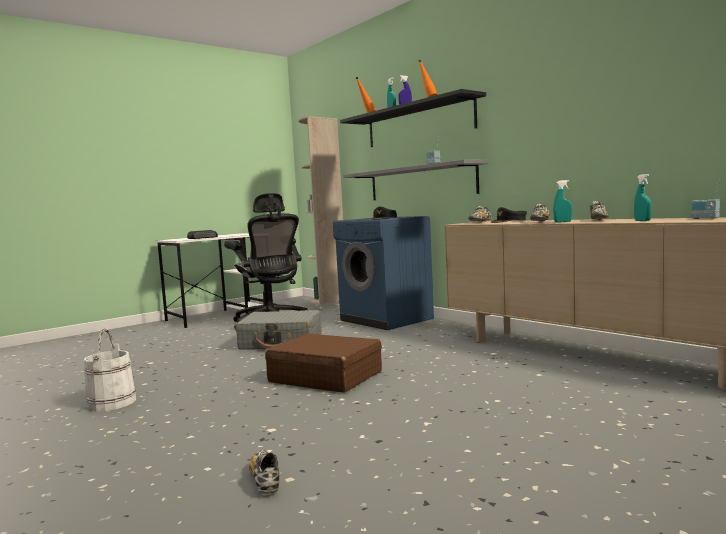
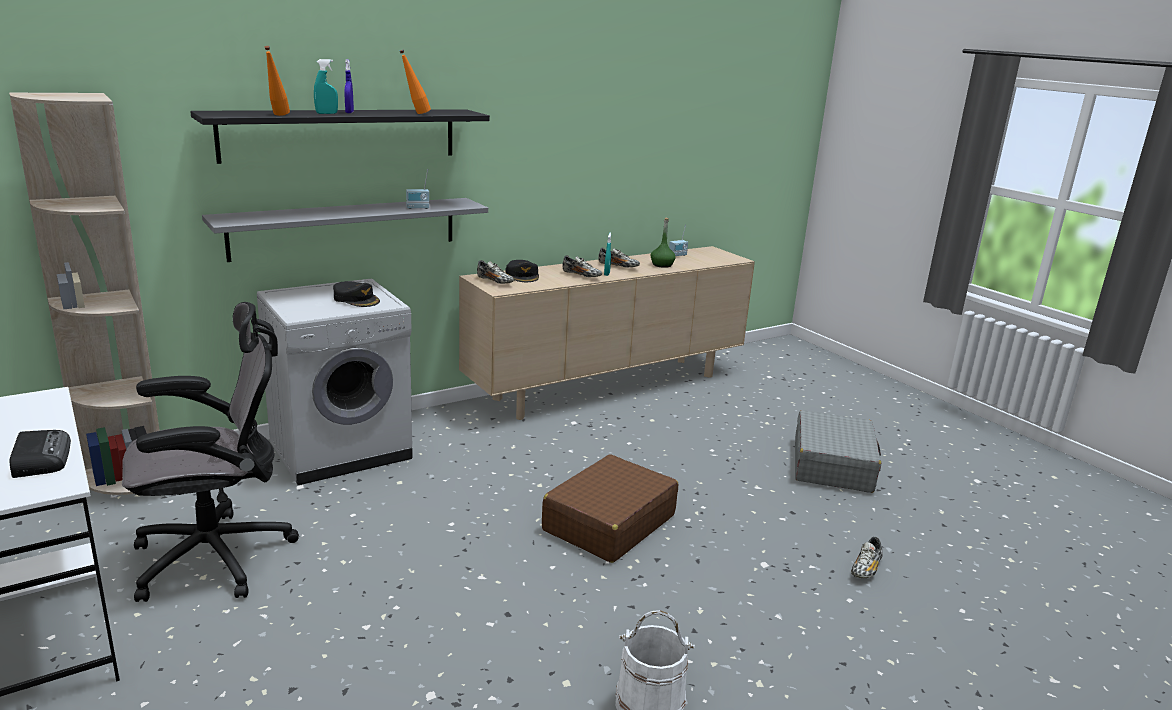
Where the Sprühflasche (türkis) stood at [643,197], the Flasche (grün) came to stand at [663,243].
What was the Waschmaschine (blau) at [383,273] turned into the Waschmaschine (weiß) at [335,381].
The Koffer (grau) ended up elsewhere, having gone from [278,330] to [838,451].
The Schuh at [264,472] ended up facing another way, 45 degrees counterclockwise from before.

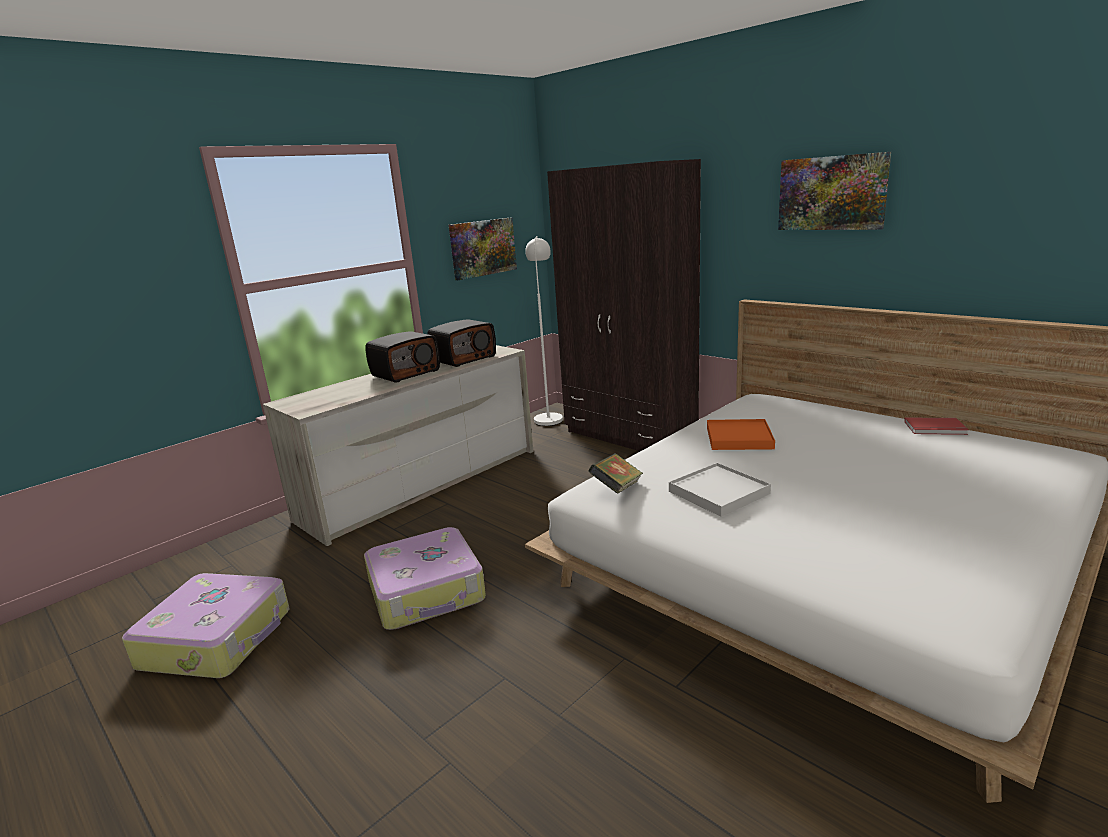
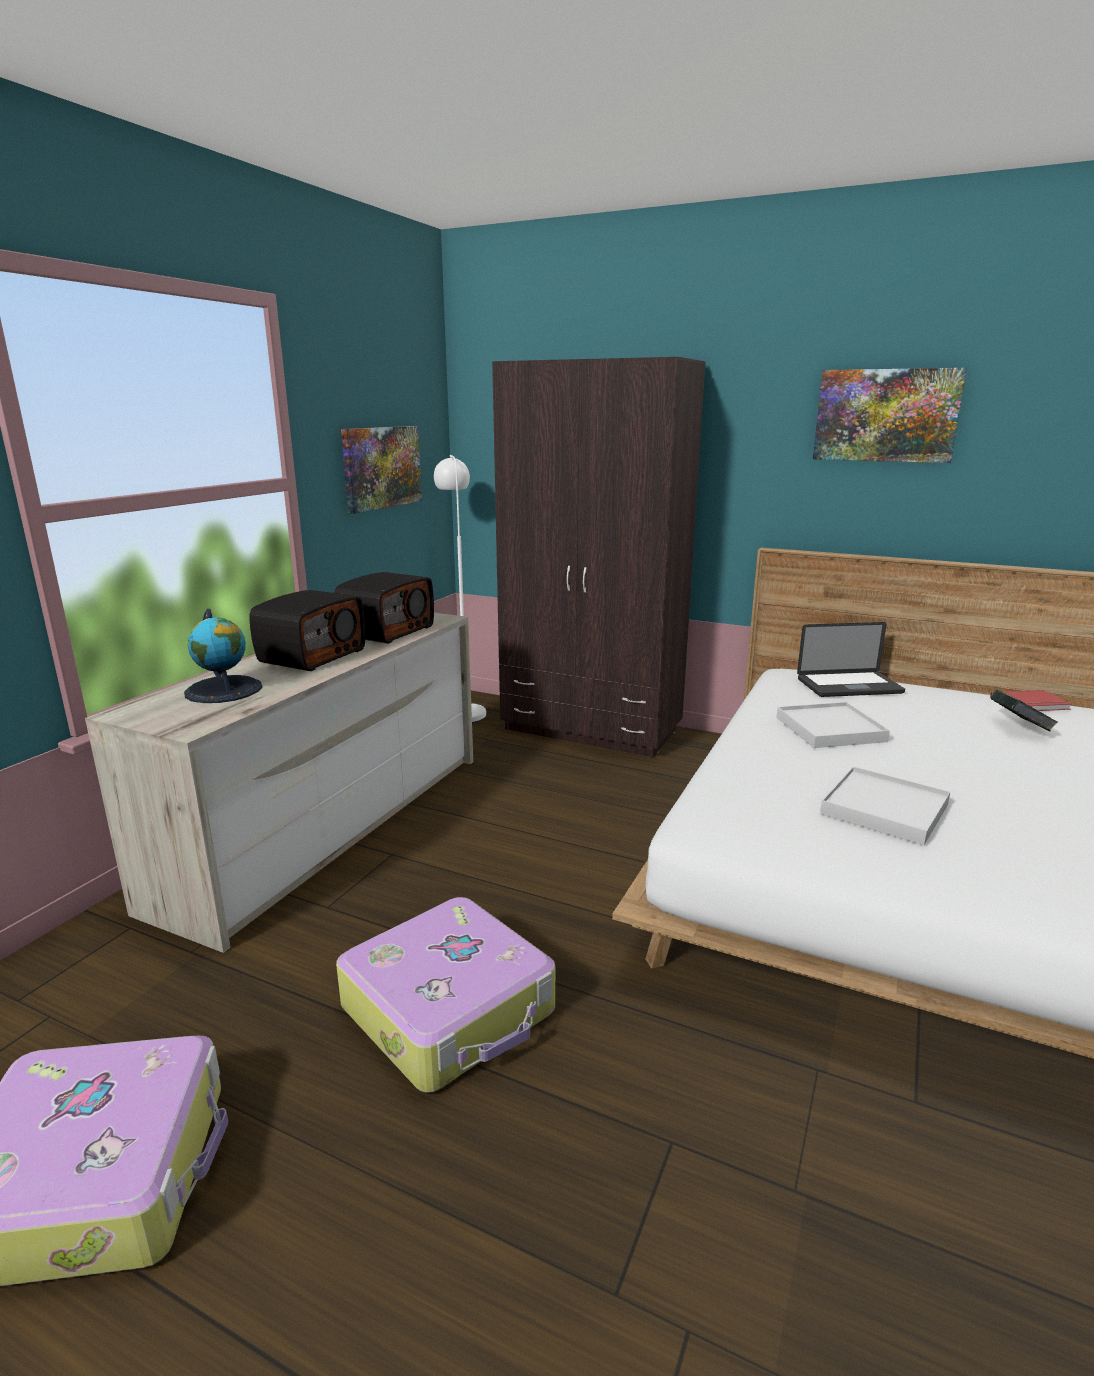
What was the Tablett (orange) at [741,434] turned into the Tablett (weiß) at [833,725].
The Buch ended up elsewhere, having gone from [615,473] to [1024,710].
The second view gained the Globus at [223,656].
The second view gained the Laptop at [851,659].

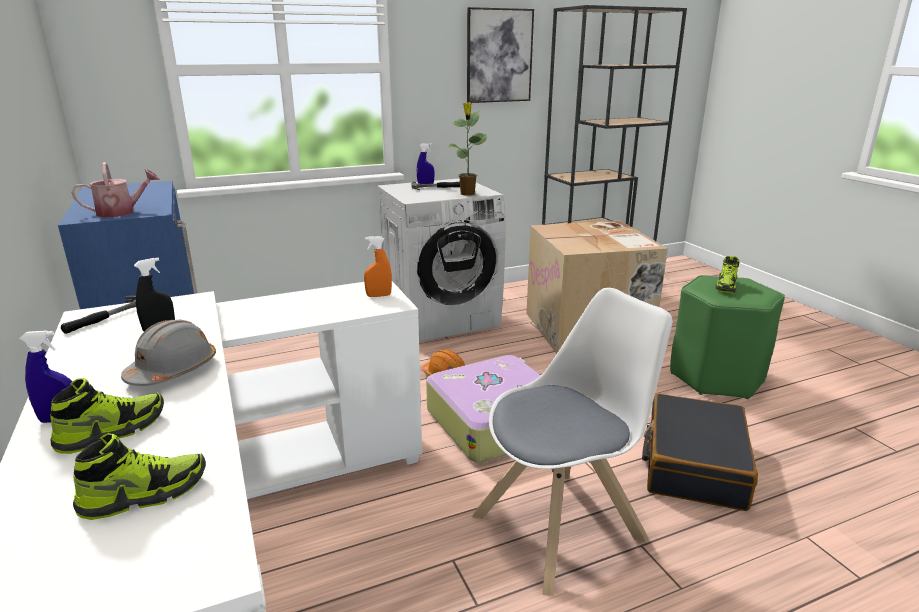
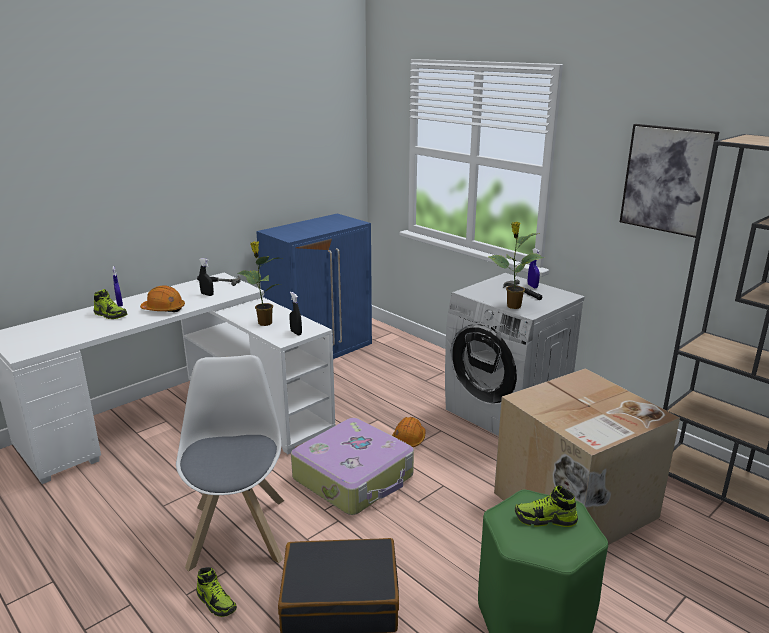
The second view lost the Gießkanne at [115,189].
What was the Sprühflasche (orange) at [378,266] turned into the Sprühflasche (schwarz) at [295,314].
The Stuhl at [572,442] ended up facing another way, 135 degrees counterclockwise from before.
What was the Schutzhelm (grau) at [168,353] turned into the Schutzhelm (orange) at [162,299].
The Schuh ended up elsewhere, having gone from [139,476] to [216,592].
The second view gained the Topfpflanze at [259,283].

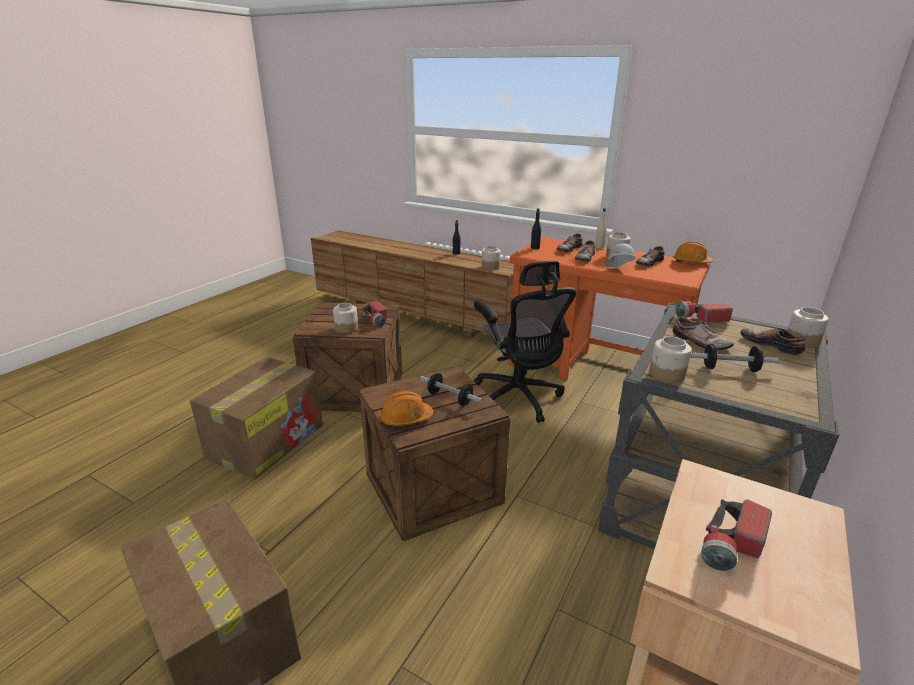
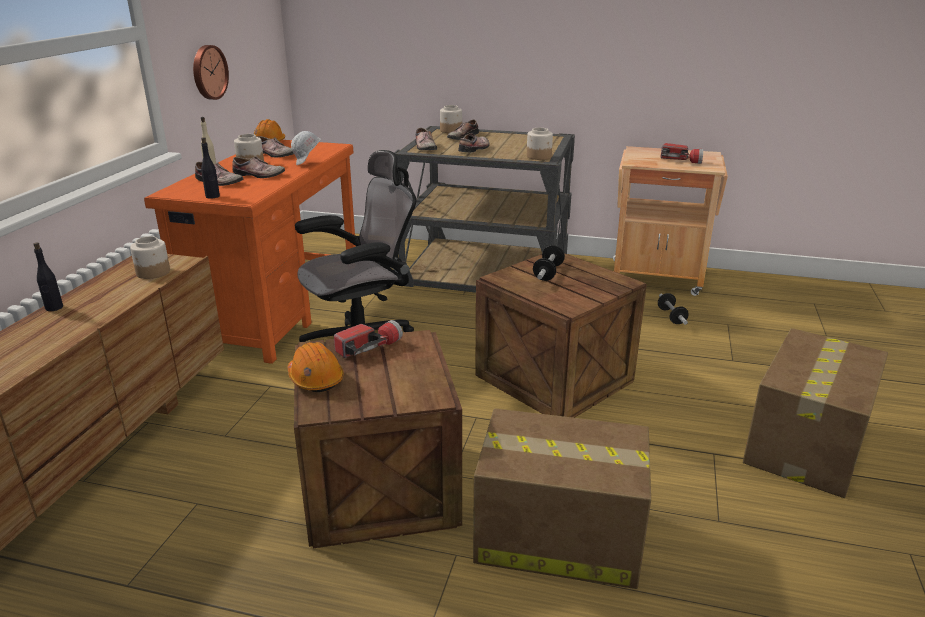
Where the Taschenlampe stood at [704,311], the Schuh came to stand at [426,139].
The second view lost the Vorratsglas at [345,318].
The Hantel ended up elsewhere, having gone from [734,358] to [673,309].
The Schutzhelm (orange) ended up elsewhere, having gone from [406,408] to [315,367].
The second view gained the Wanduhr at [211,72].

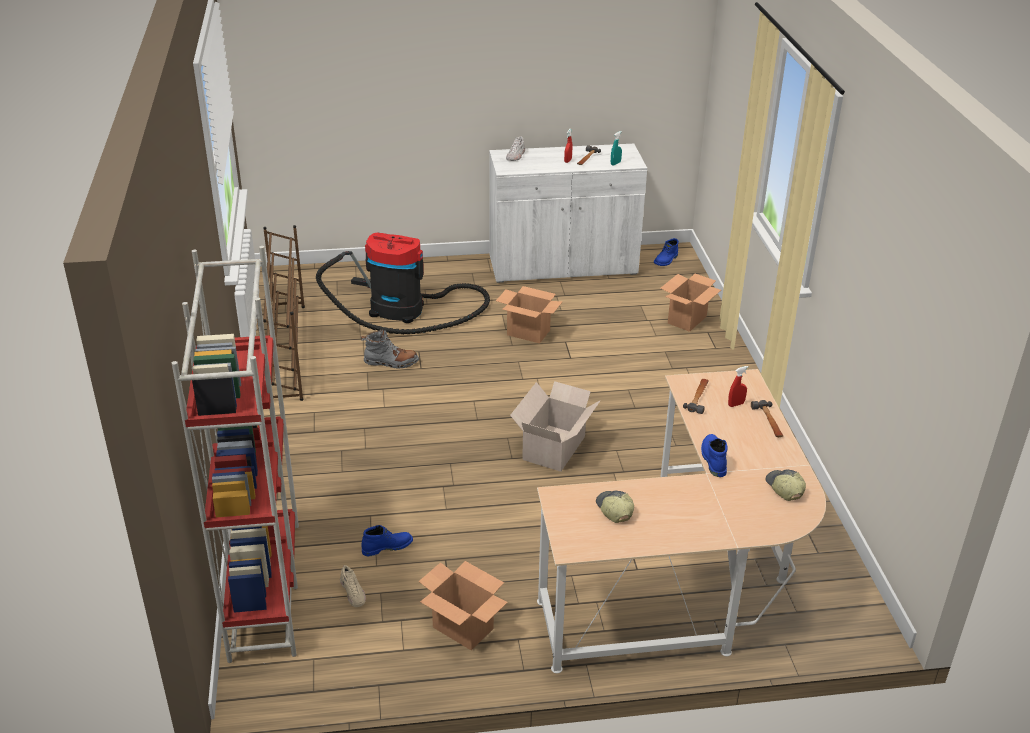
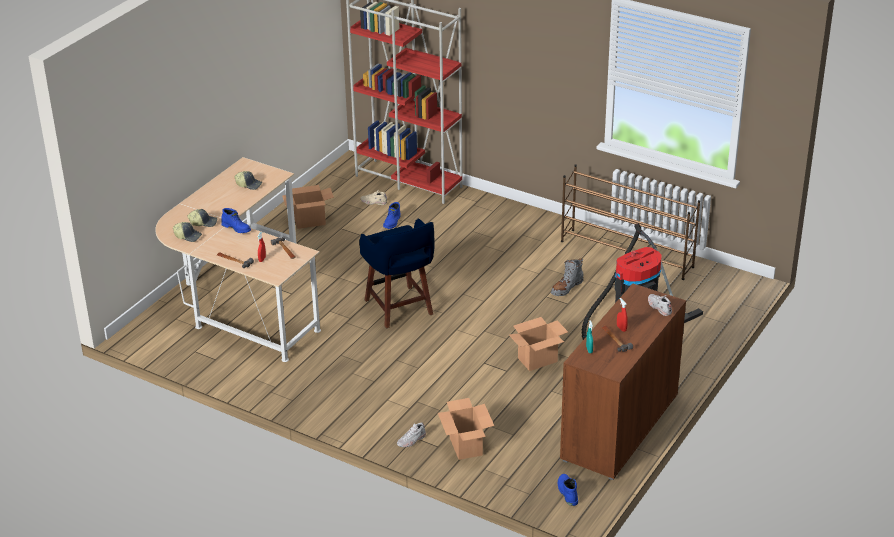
What was the Schrank (weiß) at [568,213] turned into the Schrank (braun) at [623,381].
Where the Karton stood at [555,426], the Hocker (blau) came to stand at [397,273].
The second view gained the Kappe at [202,218].
The second view gained the Schuh (weiß) at [411,434].

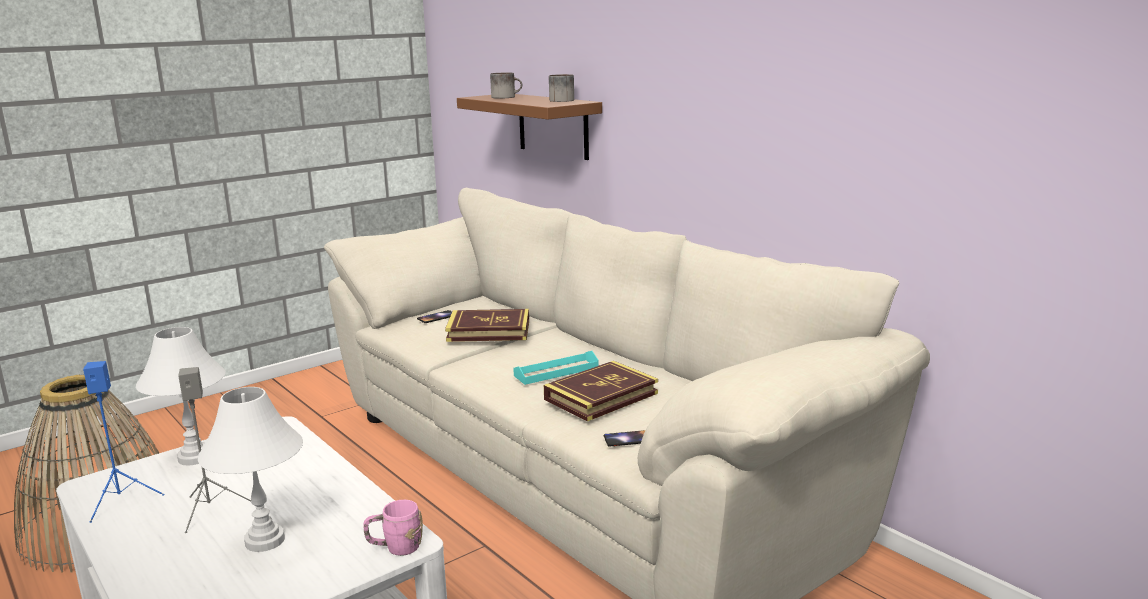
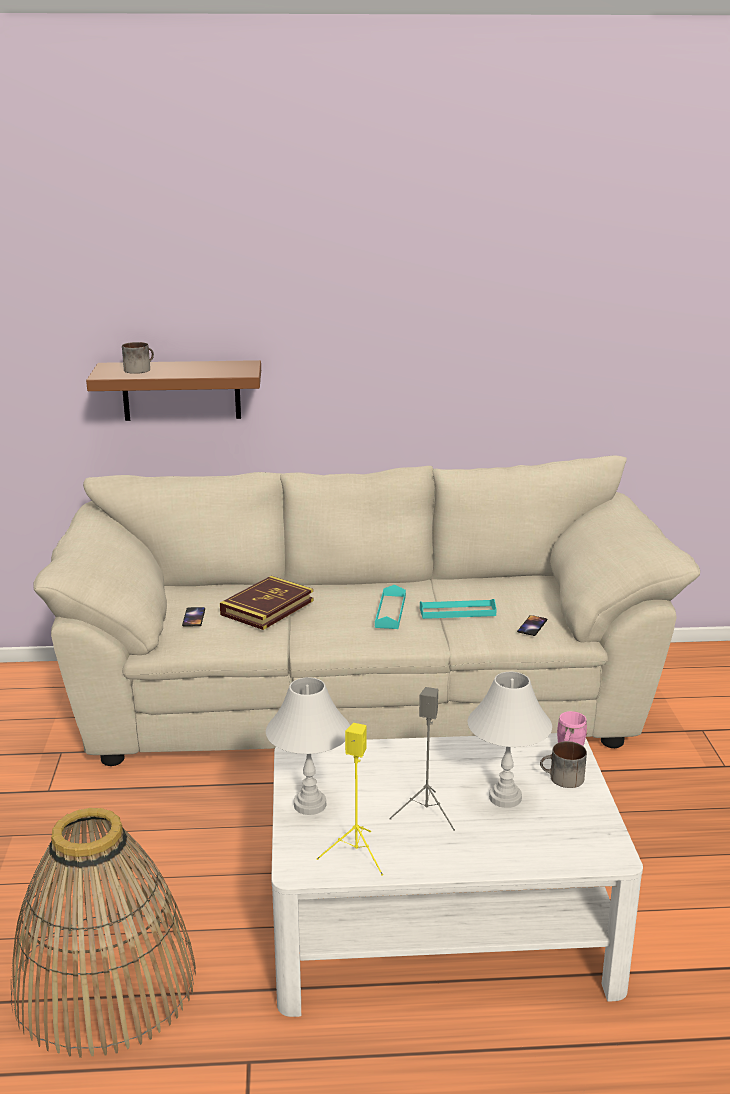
The Henkelbecher ended up elsewhere, having gone from [561,88] to [563,764].
What was the Lautsprecher (blau) at [123,442] turned into the Lautsprecher (gelb) at [349,799].
Where the Buch stood at [601,391], the Tablett (türkis) came to stand at [458,609].

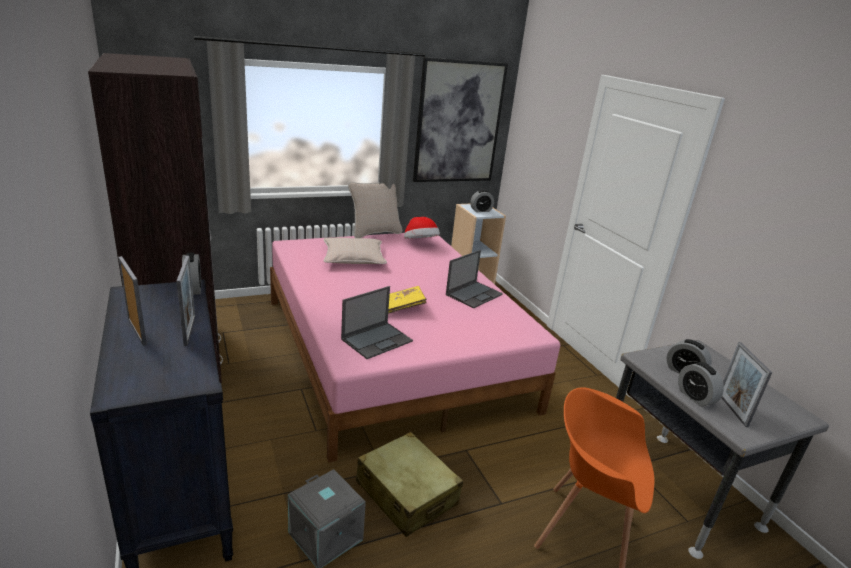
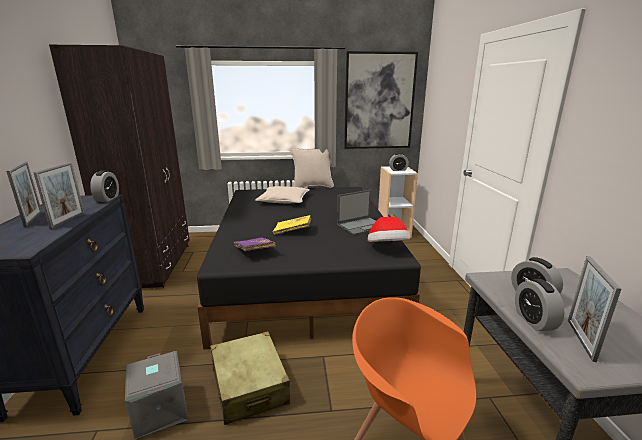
The Hut ended up elsewhere, having gone from [422,228] to [389,229].
What was the Bett (rosa) at [415,348] turned into the Bett (schwarz) at [309,268].
Where the Laptop stood at [377,322], the Buch (lila) came to stand at [254,244].

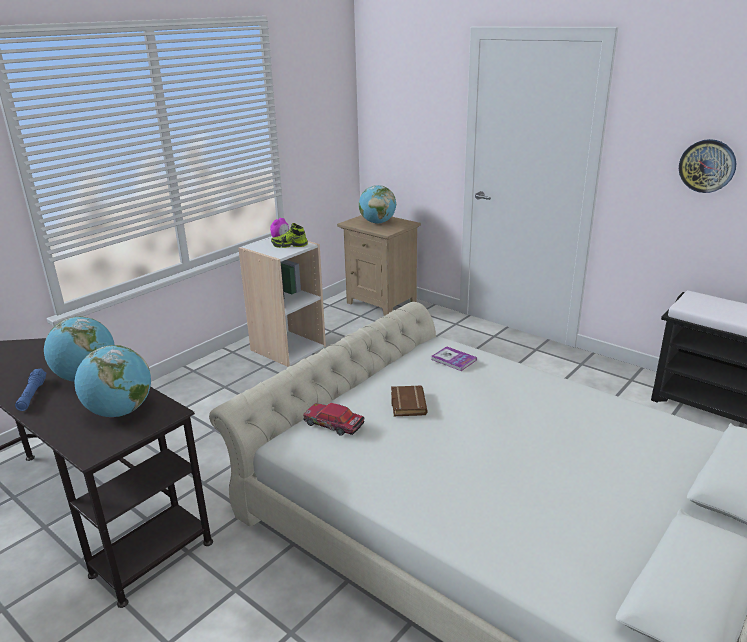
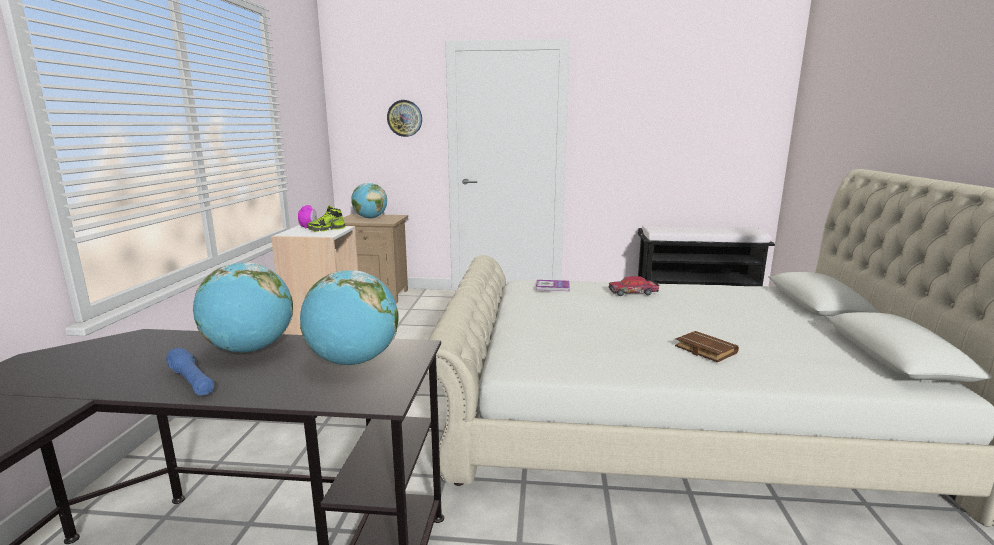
The Wanduhr ended up elsewhere, having gone from [707,166] to [404,118].
The Buch (braun) ended up elsewhere, having gone from [409,401] to [707,346].
The Spielzeugauto ended up elsewhere, having gone from [333,419] to [634,286].

